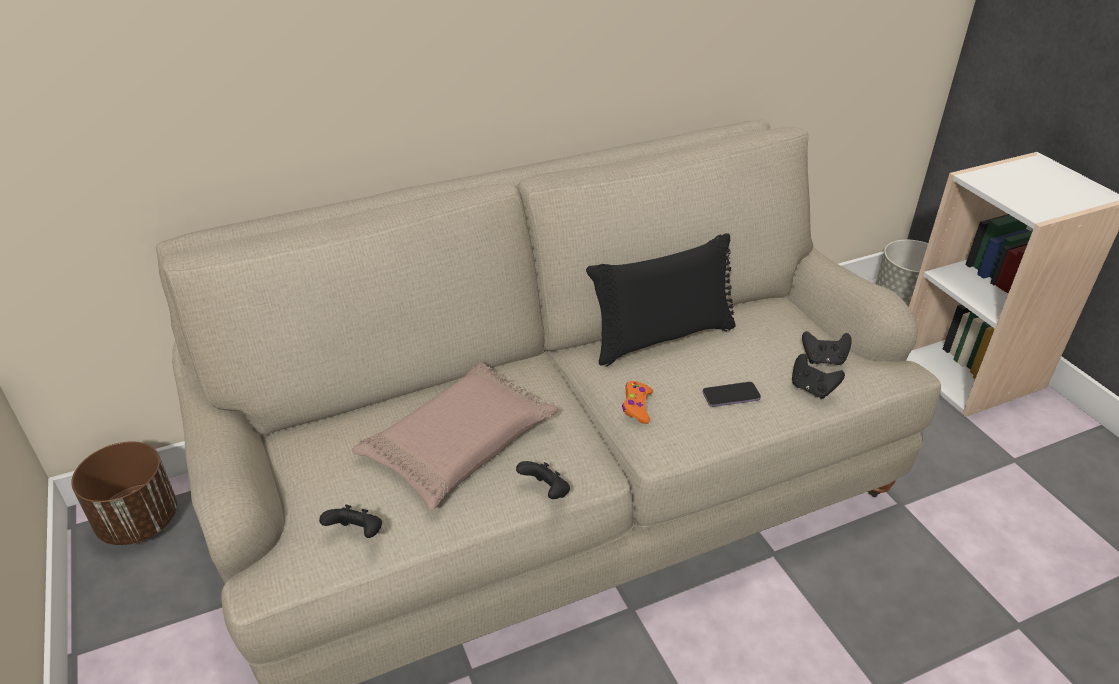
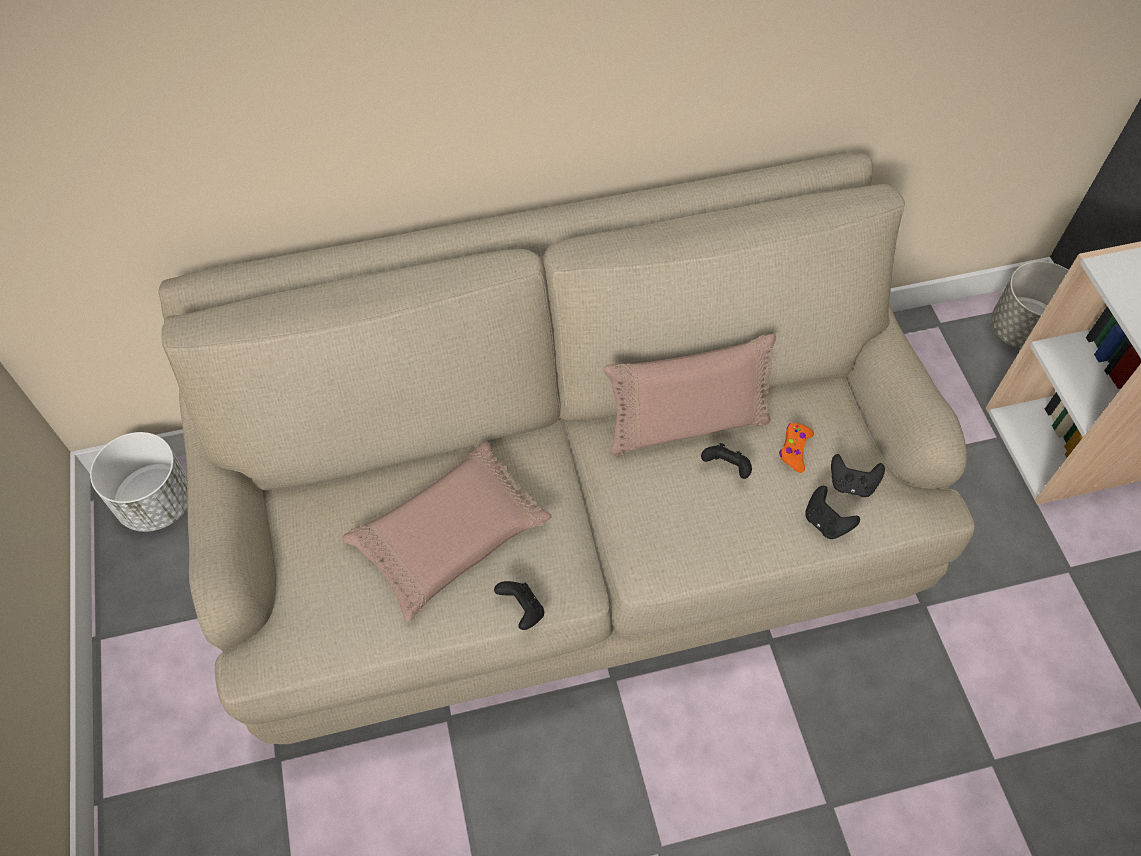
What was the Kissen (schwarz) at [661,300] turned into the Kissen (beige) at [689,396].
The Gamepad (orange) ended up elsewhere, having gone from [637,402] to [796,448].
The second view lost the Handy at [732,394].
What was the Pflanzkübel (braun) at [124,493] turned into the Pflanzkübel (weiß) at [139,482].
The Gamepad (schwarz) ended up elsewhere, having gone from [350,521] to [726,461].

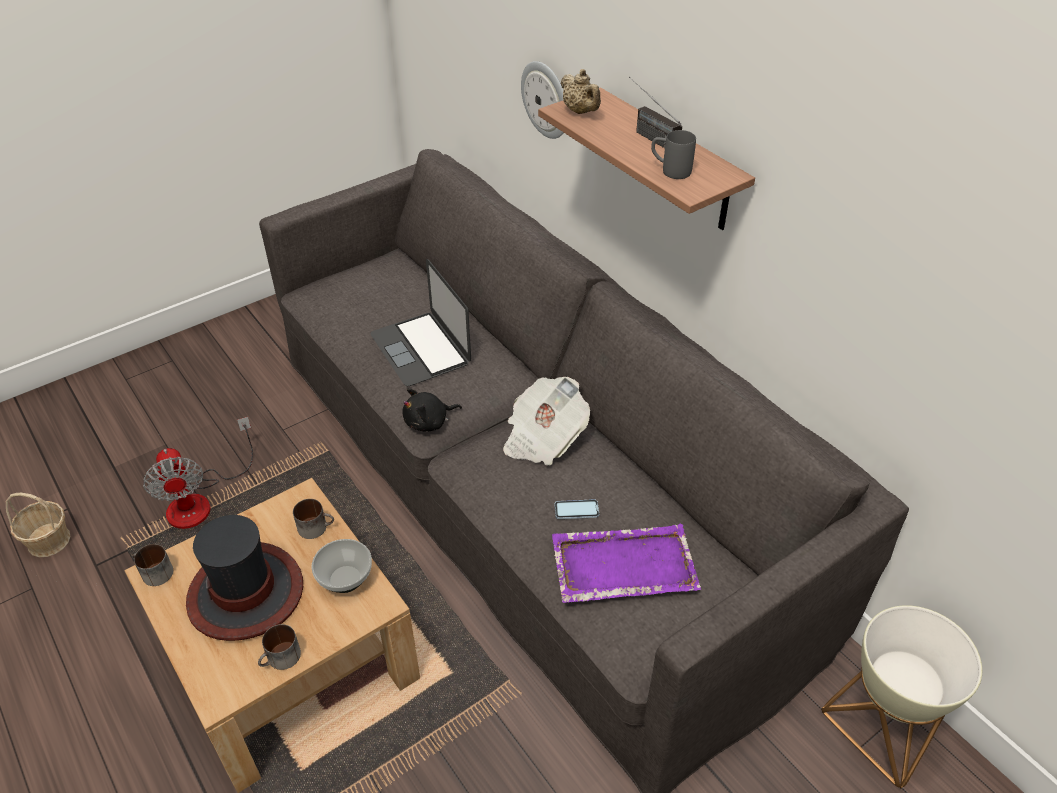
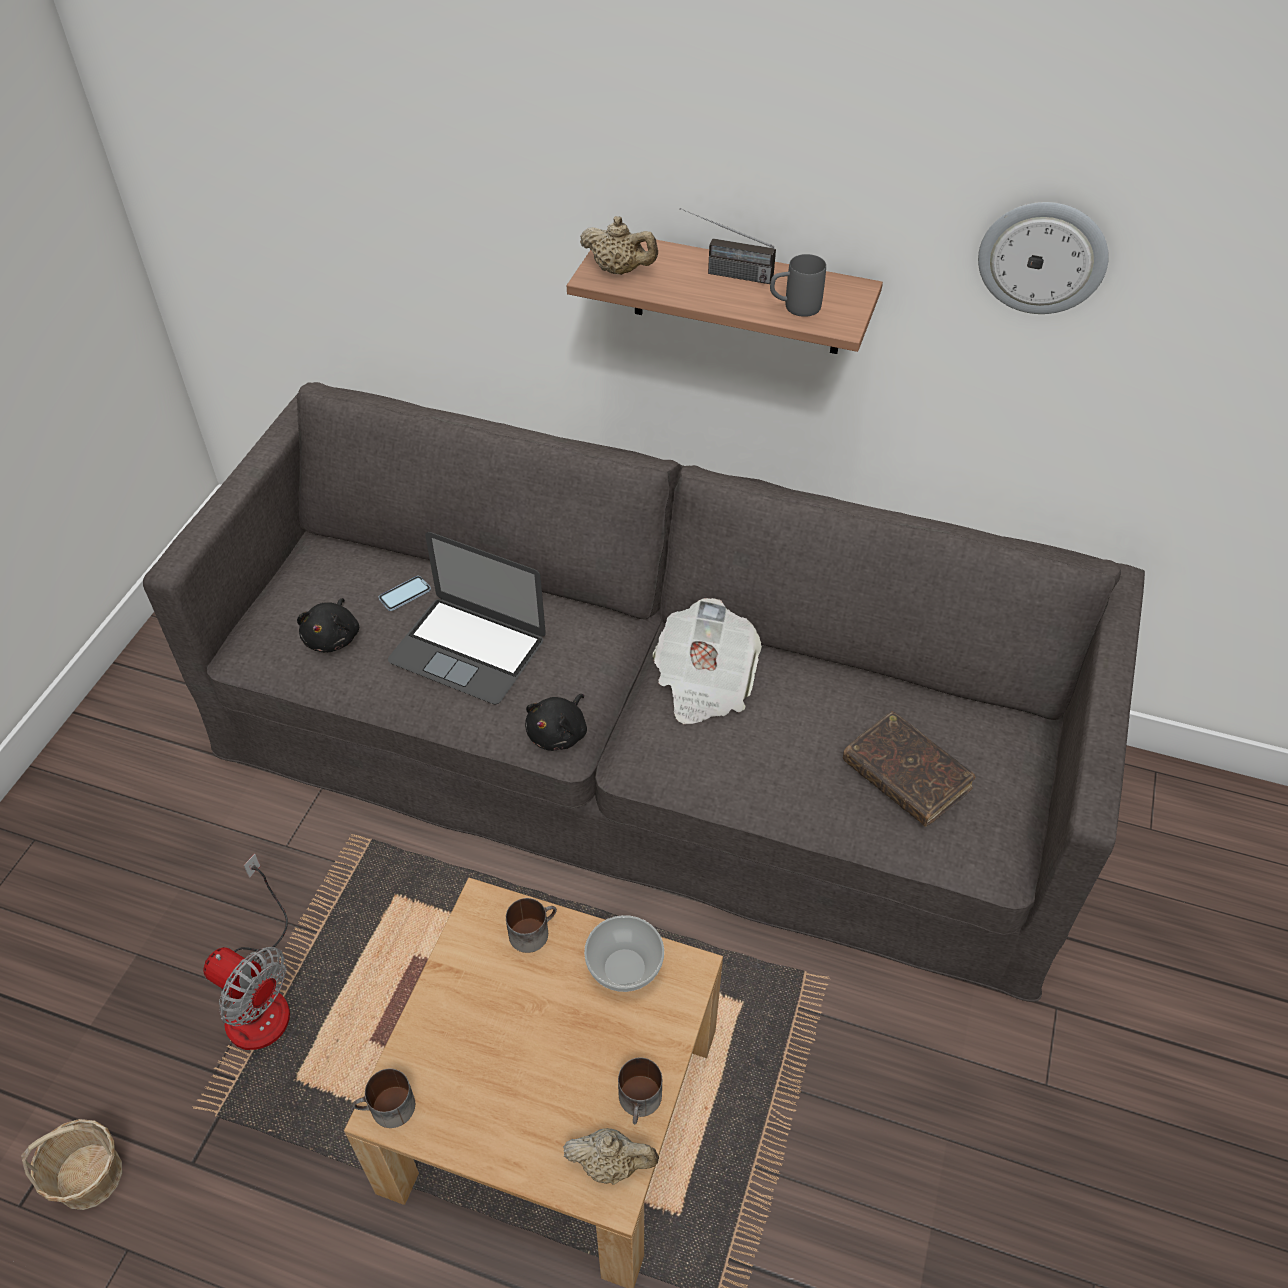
The Wanduhr ended up elsewhere, having gone from [542,100] to [1043,258].
The Handy ended up elsewhere, having gone from [577,509] to [405,593].
The second view lost the Hut at [244,578].
Where the Tablett (lila) stood at [626,563], the Buch (braun) came to stand at [909,769].
The second view lost the Pflanzkübel at [901,696].
The second view gained the Plüschtier (schwarz) at [328,625].
The second view gained the Teekanne (beige) at [611,1156].

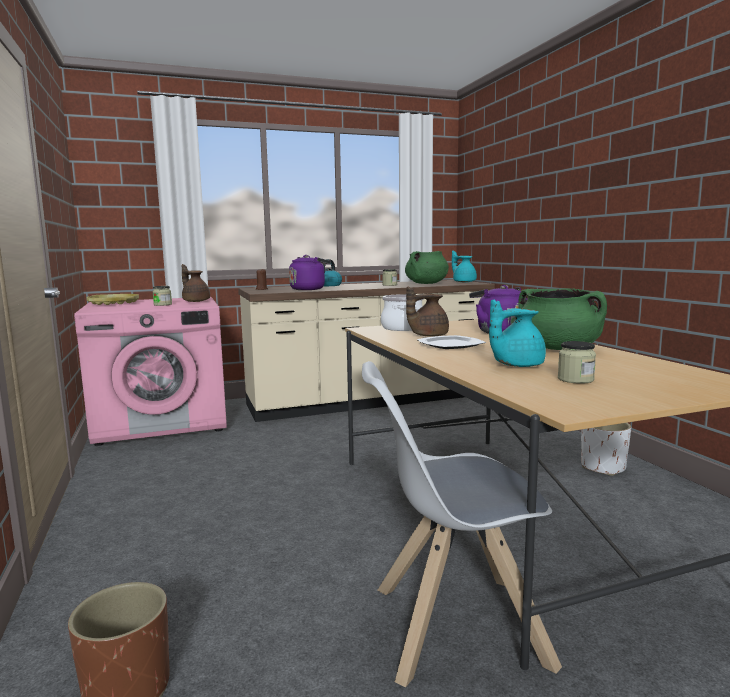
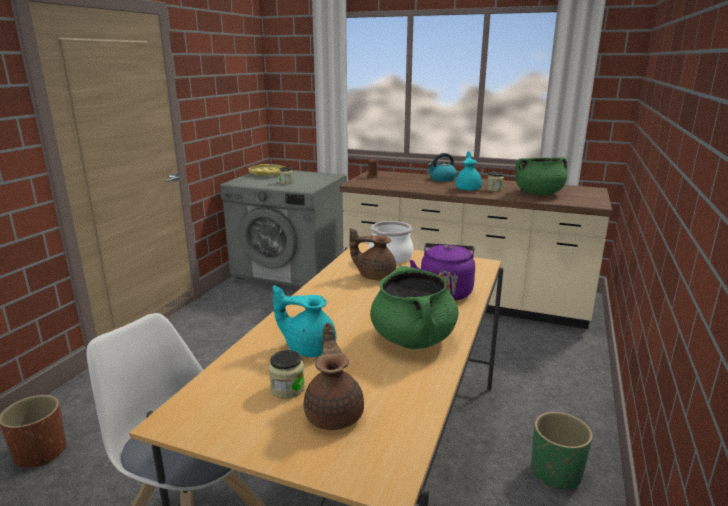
The Teekanne (türkis) ended up elsewhere, having gone from [464,266] to [469,171].
The second view lost the Wasserkessel (lila) at [310,272].
The Teekanne (braun) ended up elsewhere, having gone from [196,283] to [334,376].
What was the Waschmaschine (rosa) at [150,371] turned into the Waschmaschine (grau) at [283,229].
The second view lost the Teller at [451,342].
What was the Pflanzkübel (weiß) at [606,449] turned into the Pflanzkübel (grün) at [562,450].

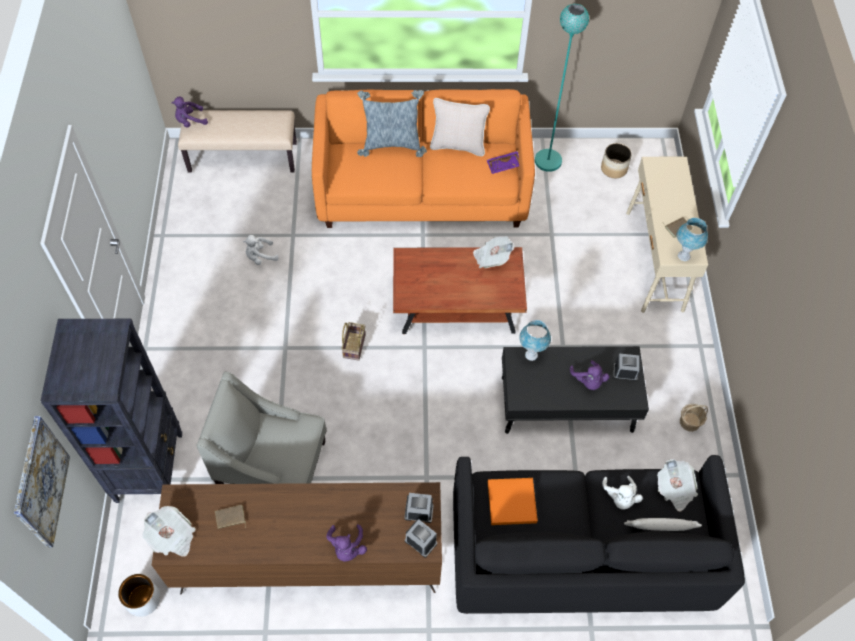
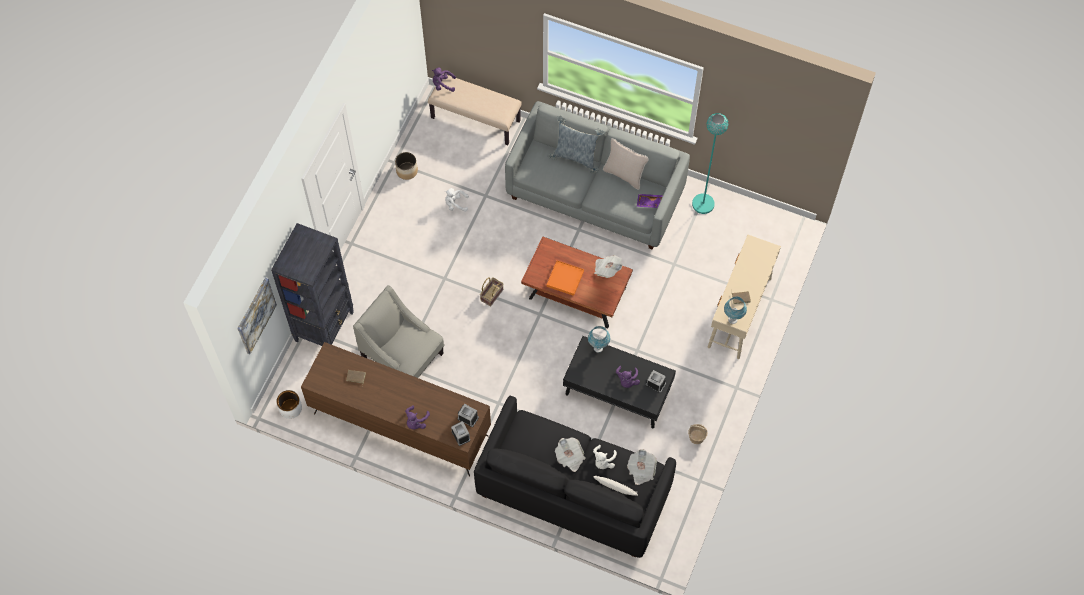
What was the Sofa (orange) at [423,158] turned into the Sofa (grau) at [597,175].
The Pflanzkübel ended up elsewhere, having gone from [616,160] to [406,166].
The Tablett (orange) ended up elsewhere, having gone from [513,501] to [565,278].
The Zeitung ended up elsewhere, having gone from [168,531] to [570,455].

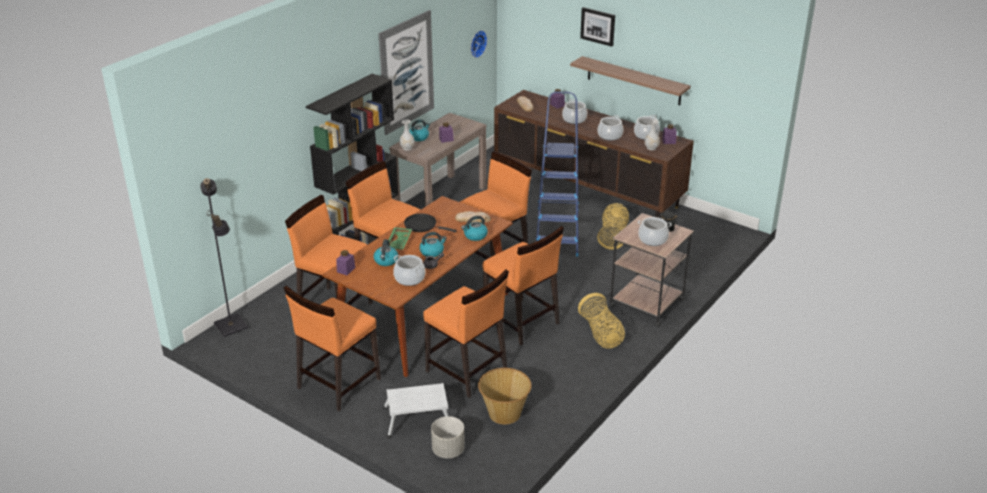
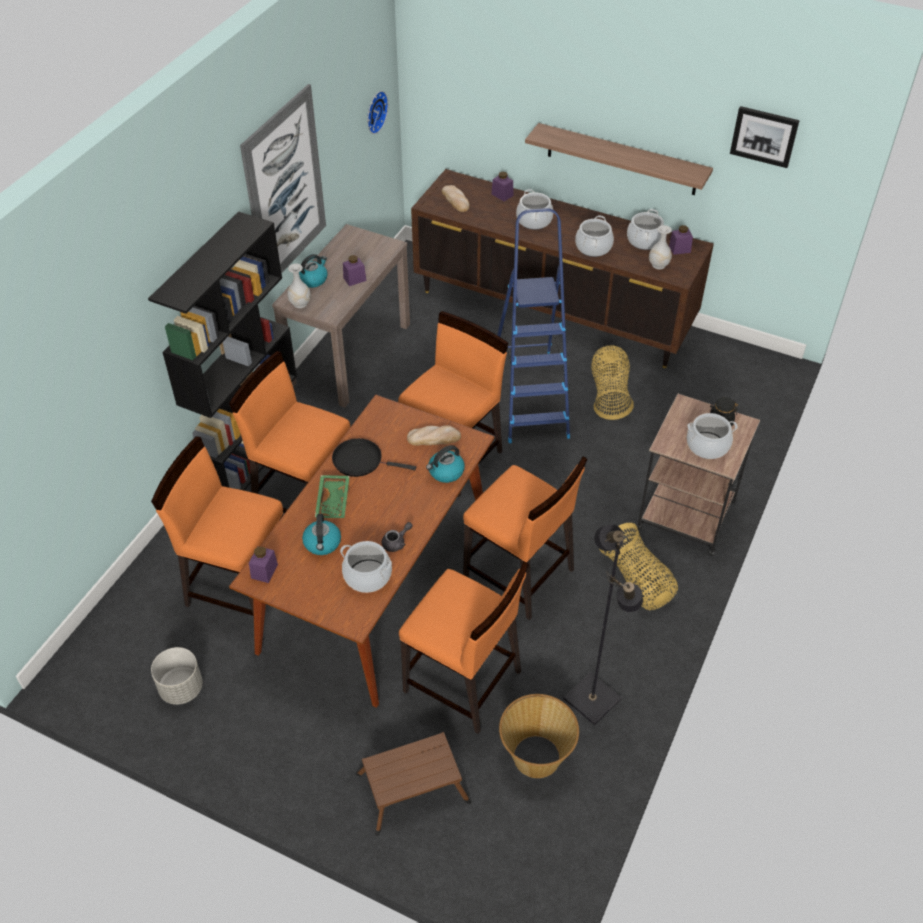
The Bild ended up elsewhere, having gone from [597,27] to [765,137].
The Stehlampe (schwarz) ended up elsewhere, having gone from [224,257] to [603,624].
The second view lost the Wasserkessel at [433,244].
The second view lost the Stuhl (orange) at [332,348].
What was the Trittleiter (weiß) at [415,411] turned into the Trittleiter (braun) at [413,784].
The Pflanzkübel (grau) ended up elsewhere, having gone from [448,437] to [177,676].

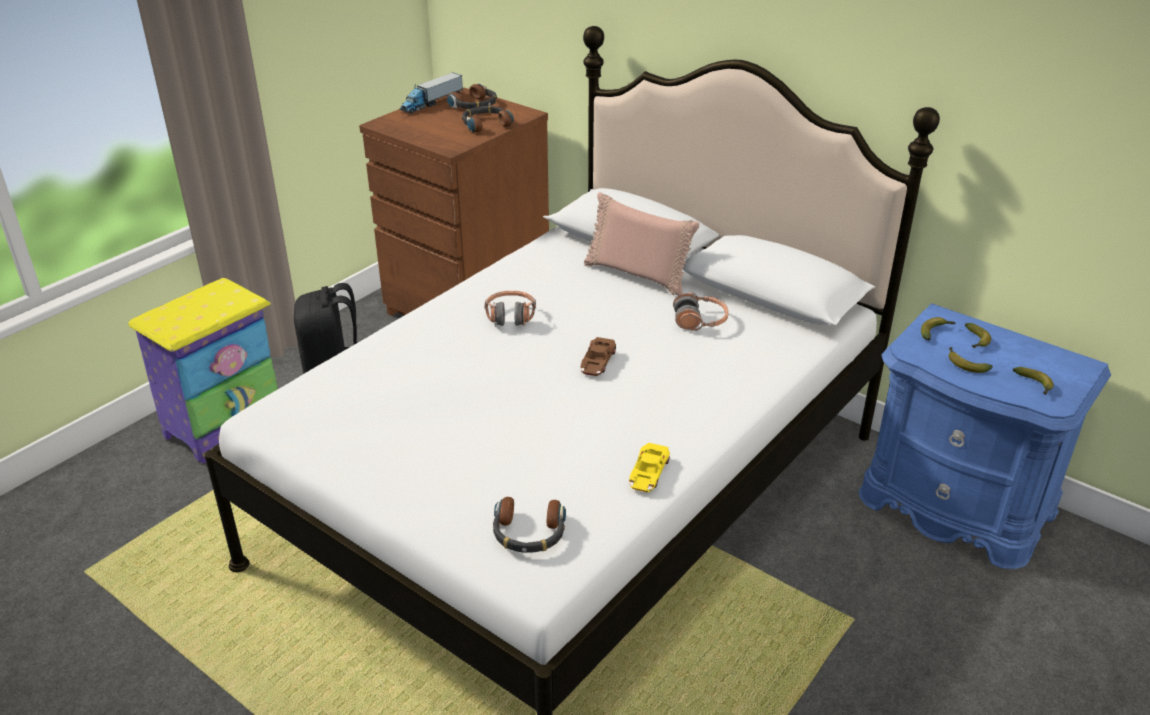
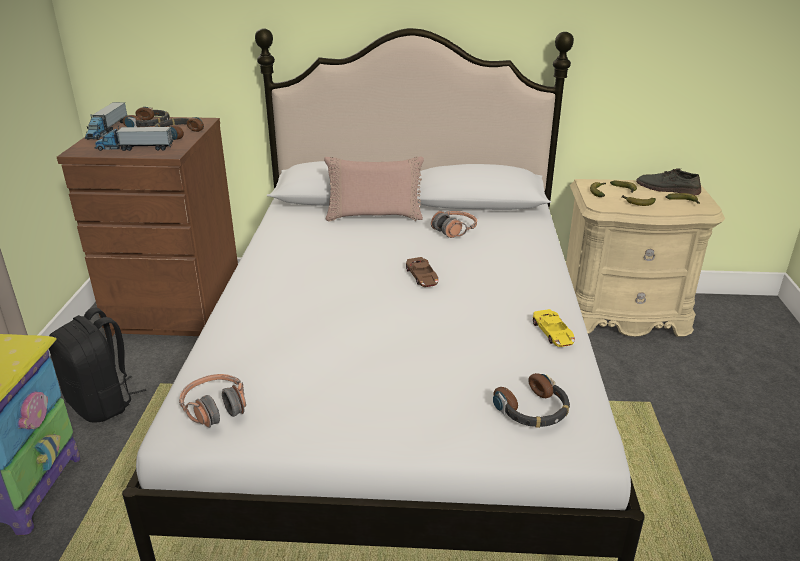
The Kopfhörer ended up elsewhere, having gone from [510,308] to [212,401].
What was the Nachttisch (blau) at [985,436] turned into the Nachttisch (beige) at [645,258].
The second view gained the Spielzeuglaster at [134,138].
The second view gained the Schuh (grau) at [668,181].

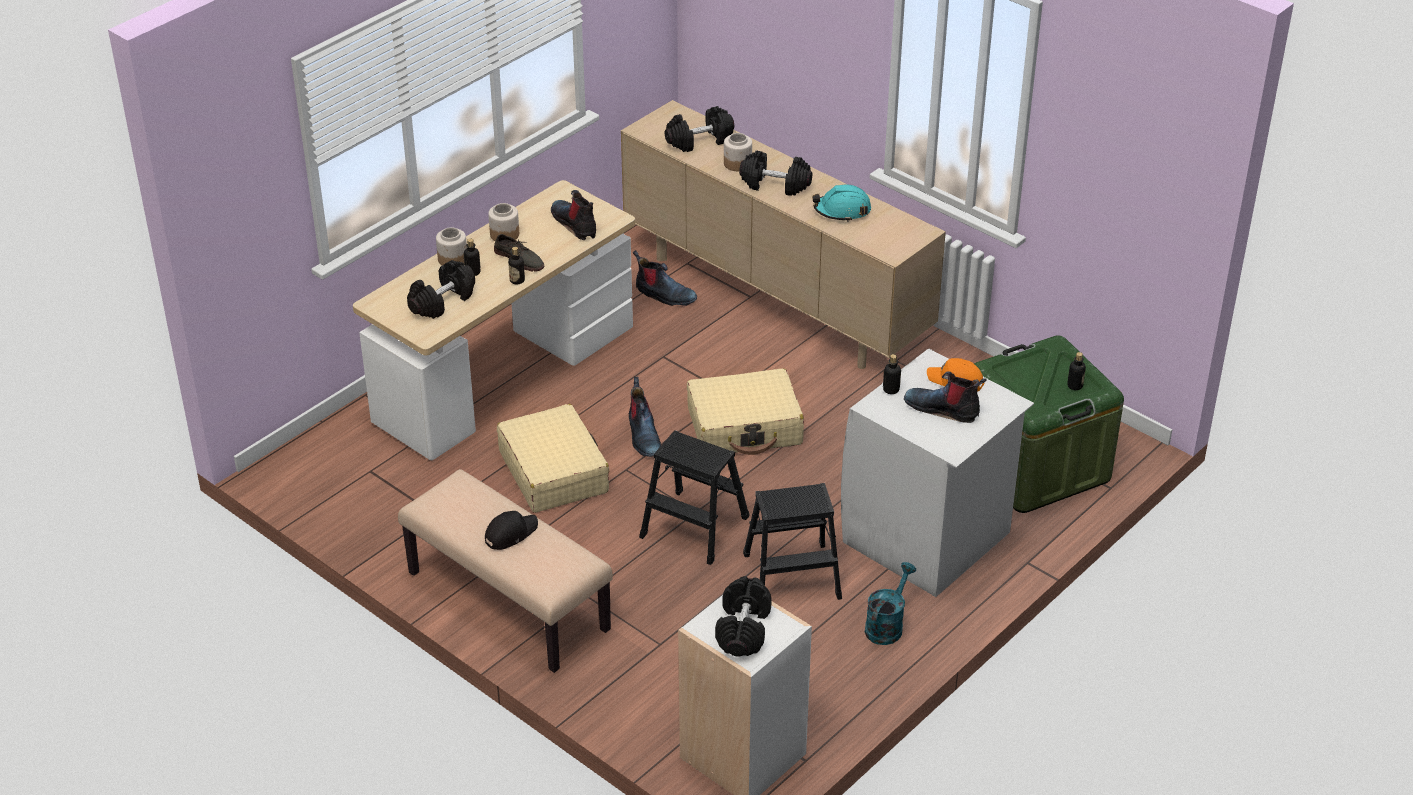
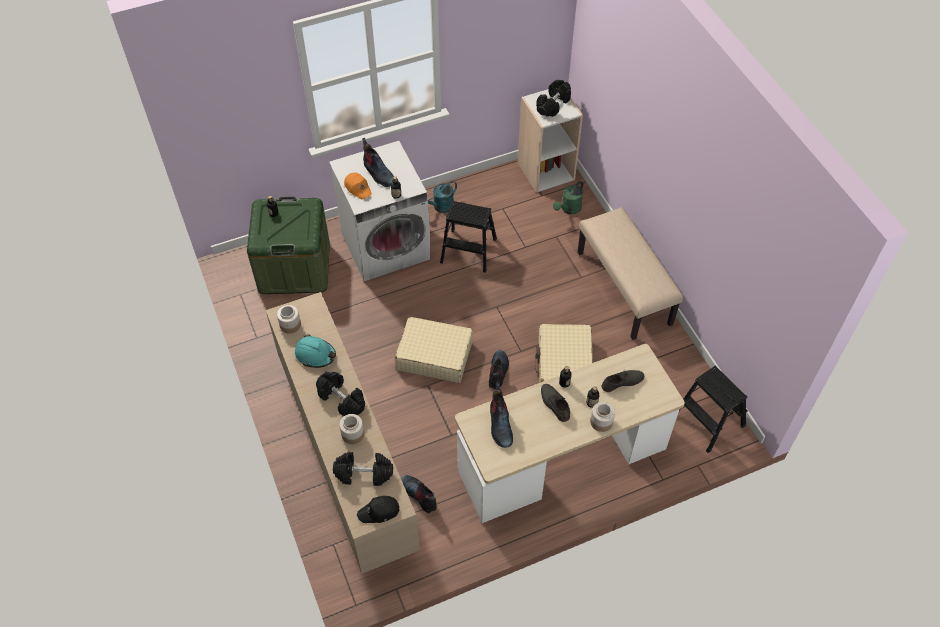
The Vorratsglas ended up elsewhere, having gone from [503,222] to [289,319].
Where the Hantel (schwarz) stood at [441,289], the Schuh (grau) came to stand at [622,381].
The Trittleiter (schwarz) ended up elsewhere, having gone from [694,497] to [713,409].
The Kappe (schwarz) ended up elsewhere, having gone from [511,530] to [378,509].
The second view gained the Gießkanne (grün) at [568,198].

